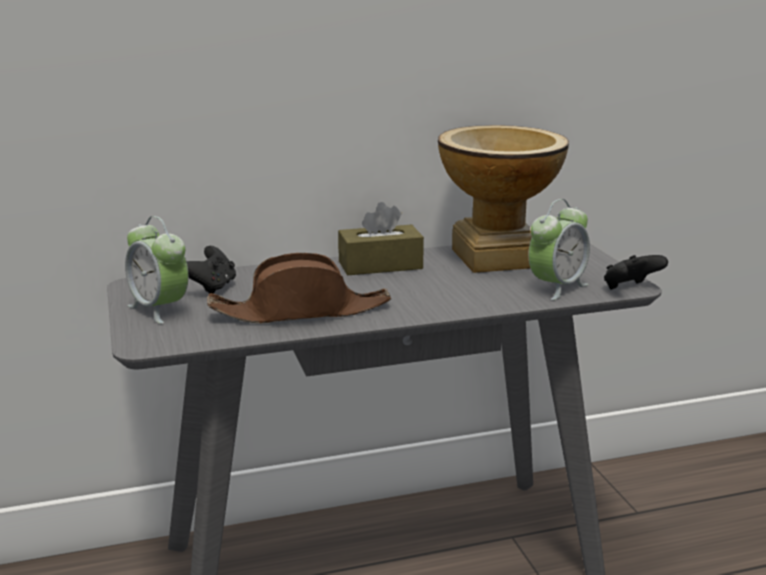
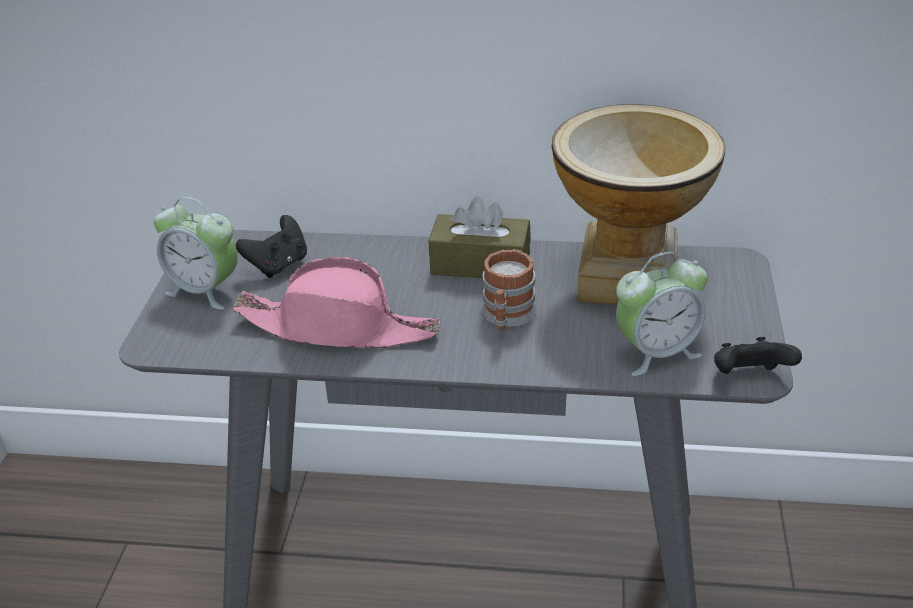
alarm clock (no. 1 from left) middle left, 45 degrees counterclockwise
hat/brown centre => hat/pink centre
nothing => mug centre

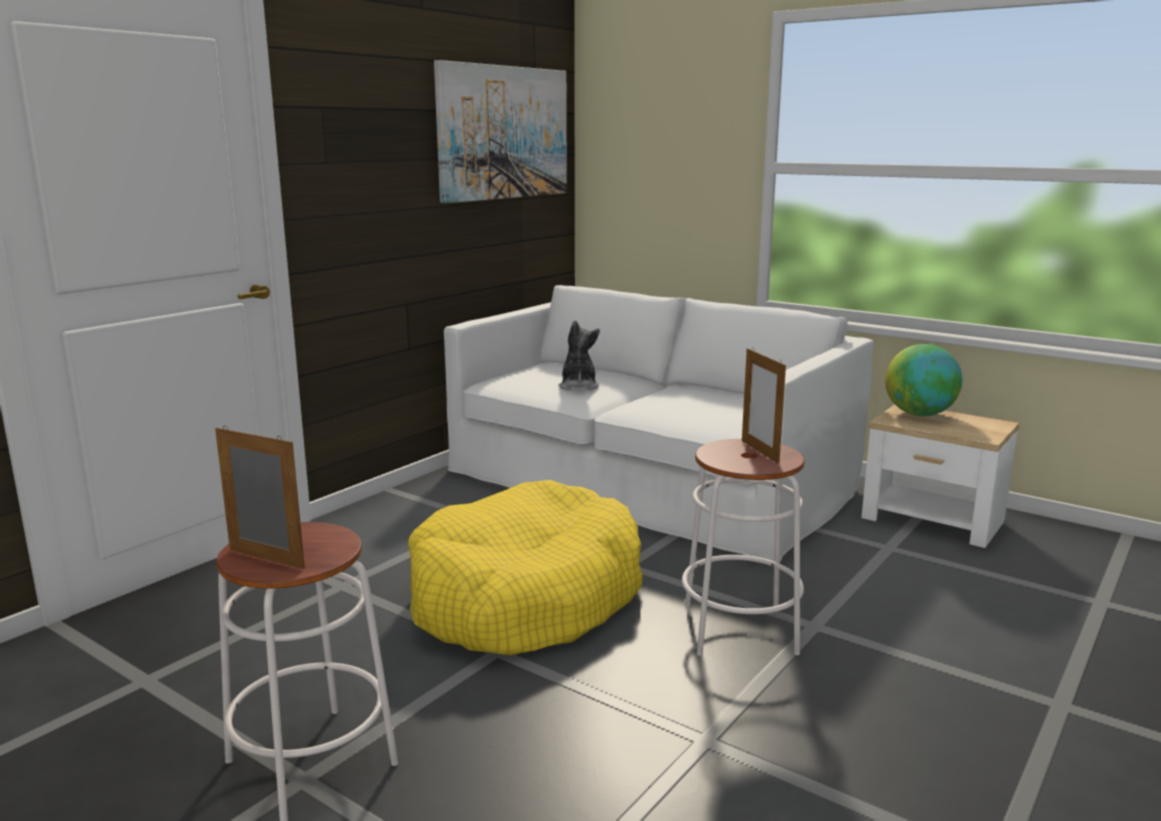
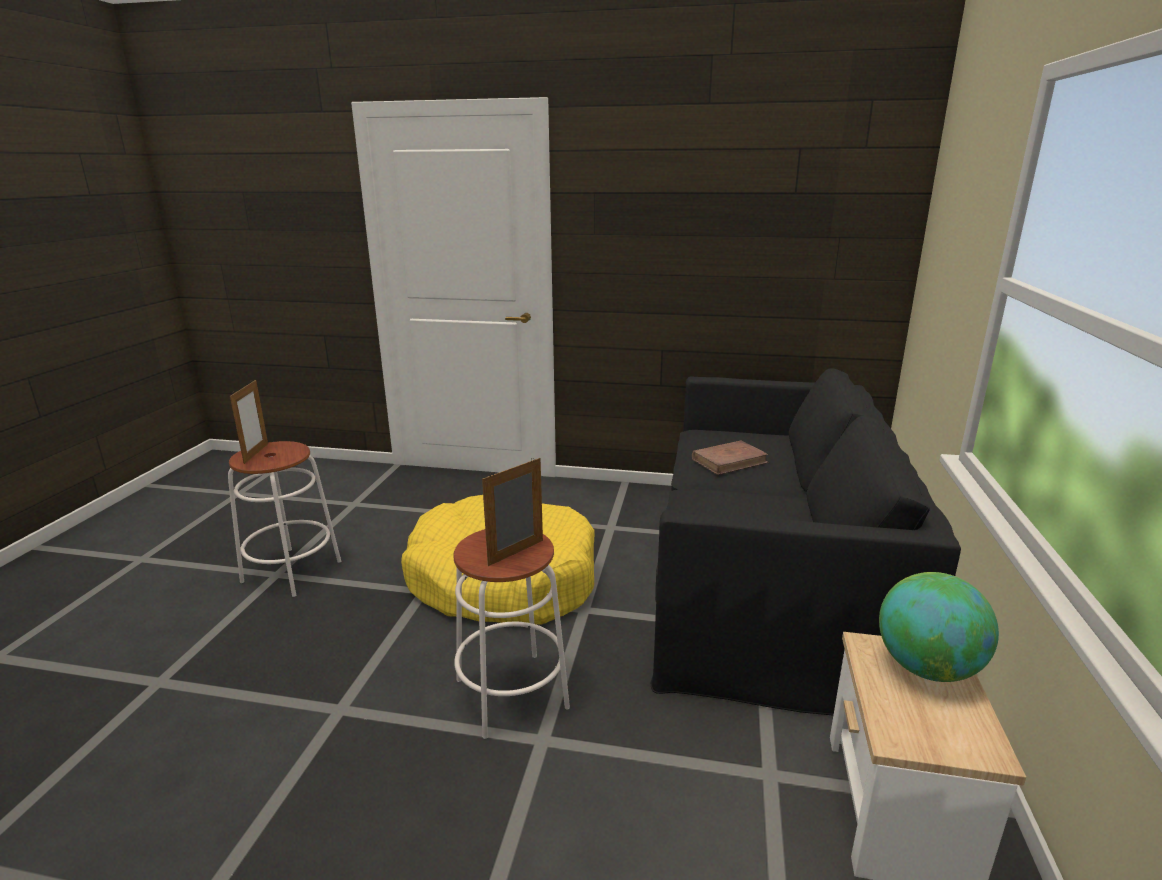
sofa/white centre => sofa/black middle right
plush toy centre => book/brown centre
picture top centre => nothing

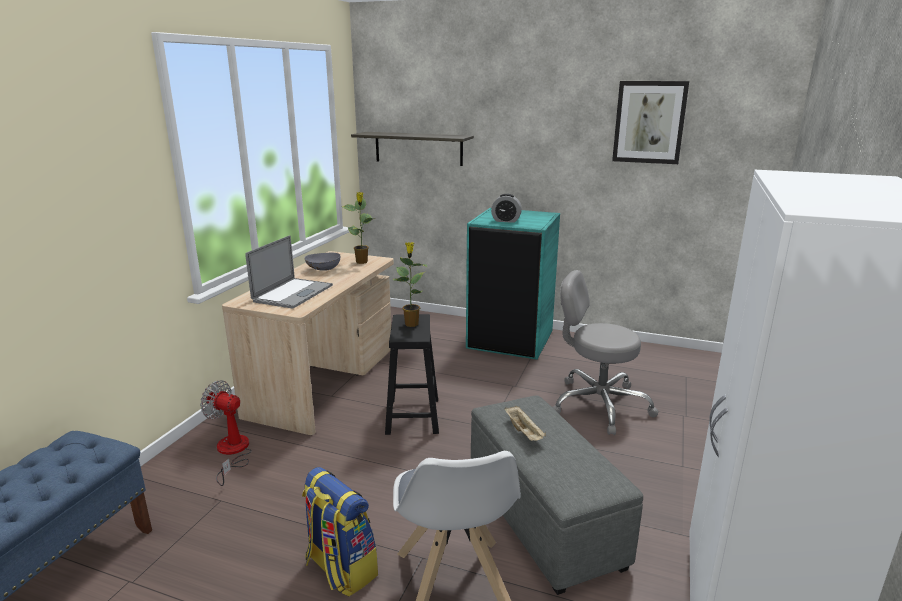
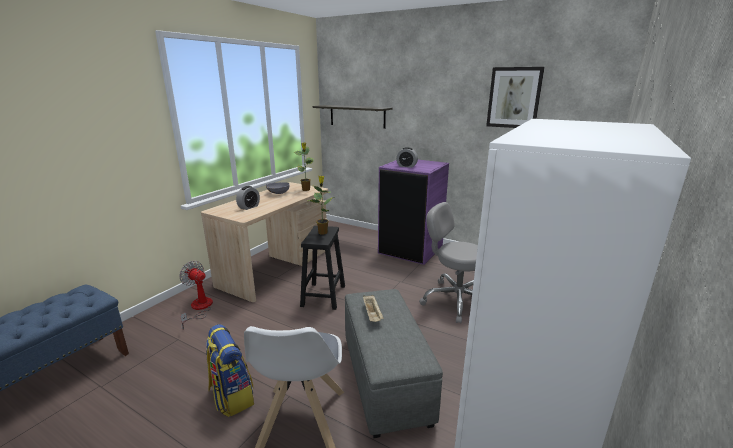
laptop middle left => alarm clock (no. 1 from left) centre
cabinet/turquoise centre => cabinet/purple centre

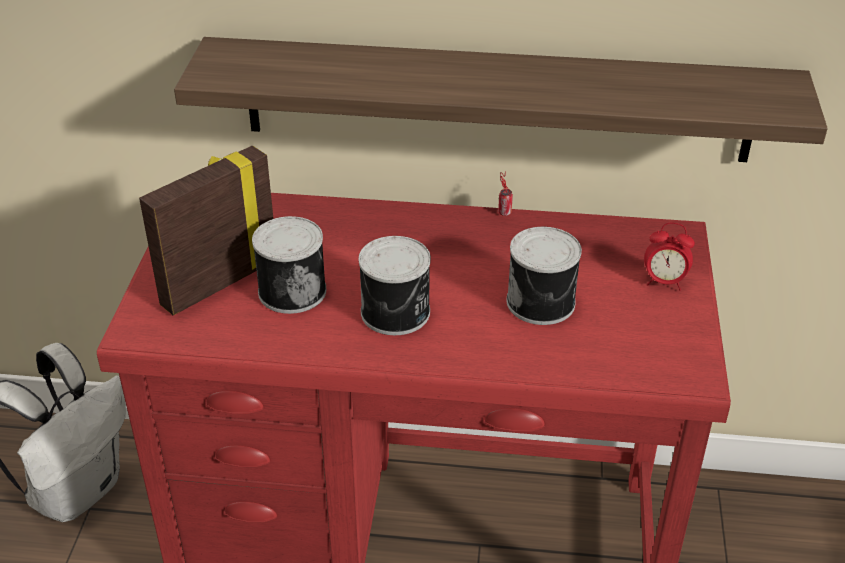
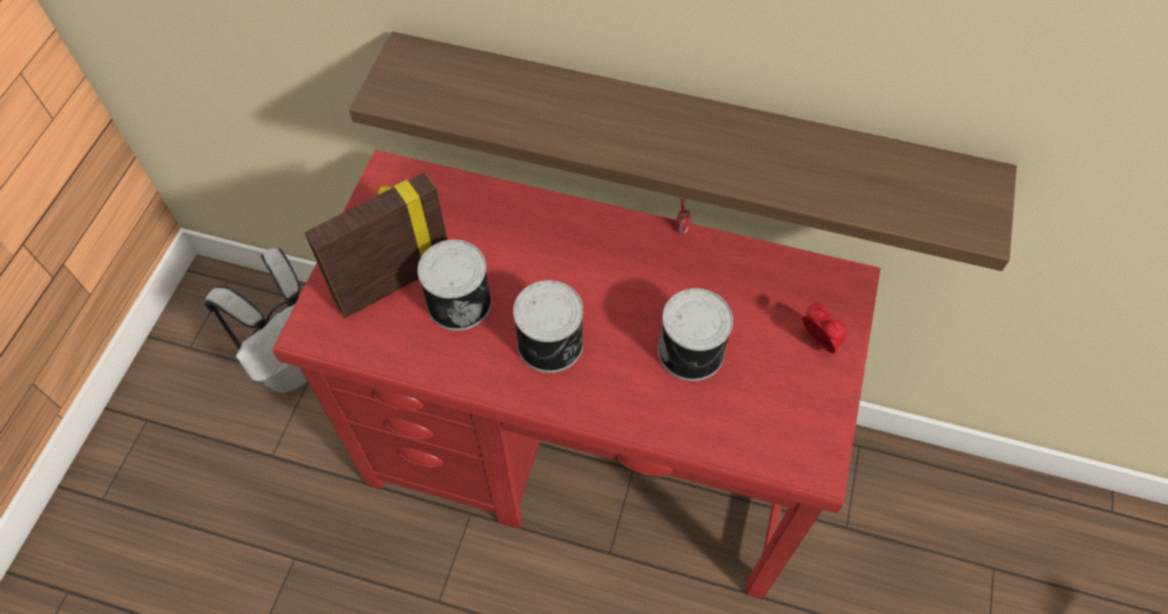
alarm clock middle right, 150 degrees counterclockwise

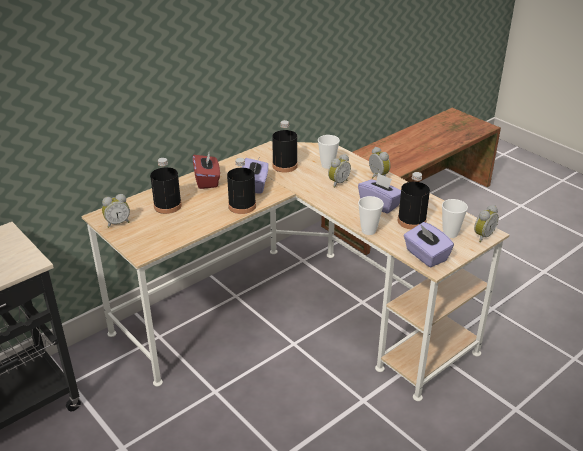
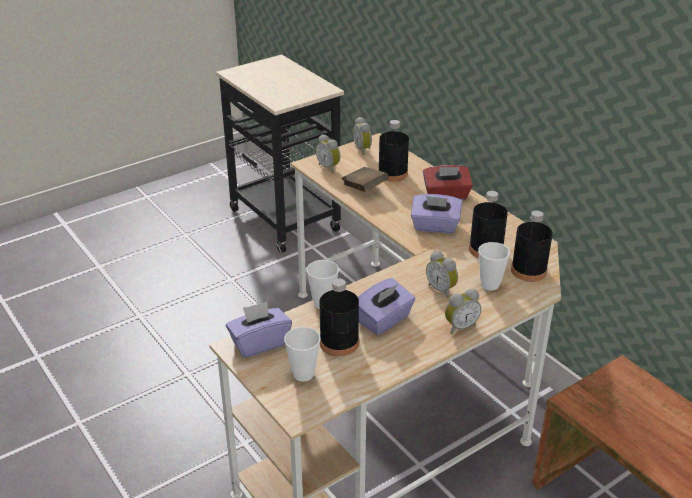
alarm clock (no. 4 from left in the first image) middle right => alarm clock (no. 1 from left) top centre, shifted
nothing => book/brown centre
bottle/black (no. 2 from left in the first image) centre => bottle/black (no. 4 from left) middle right, shifted

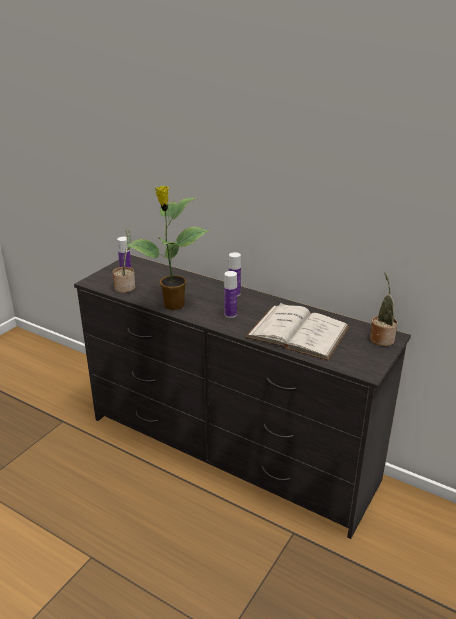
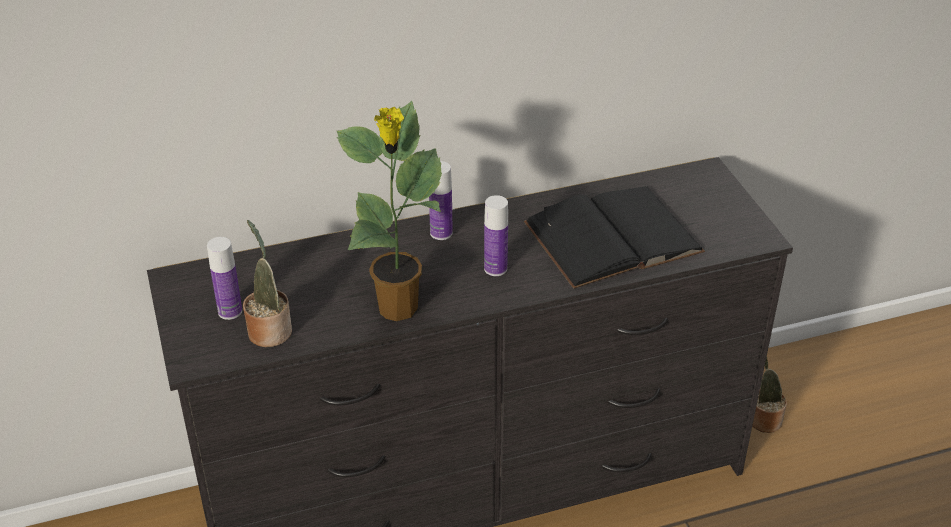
book/white centre => book/black centre
potted plant (no. 3 from left) middle right => potted plant (no. 3 from left) bottom right, shifted

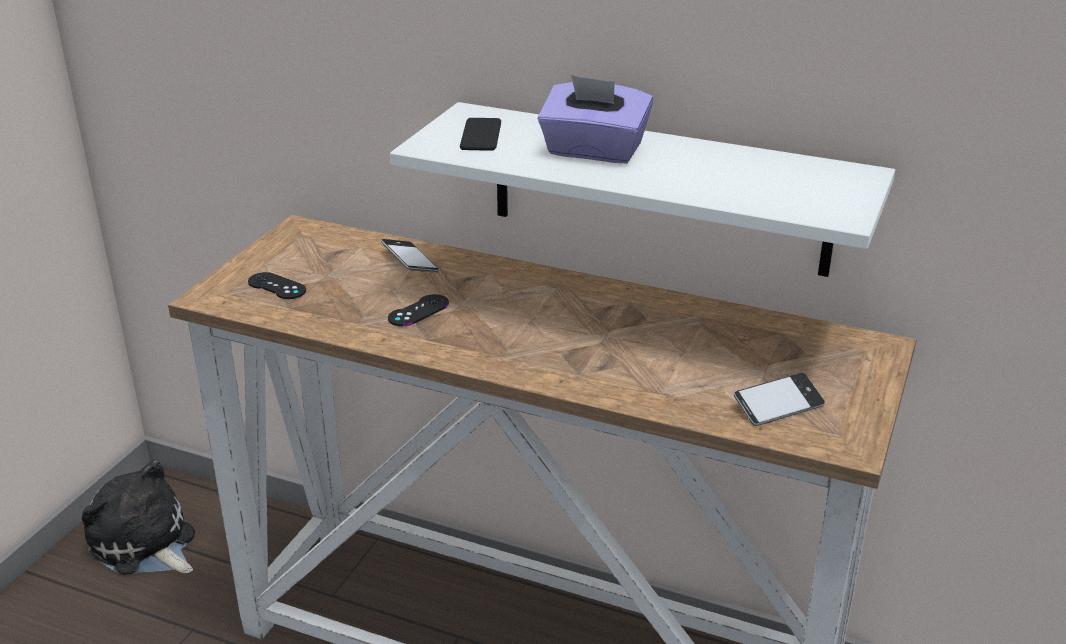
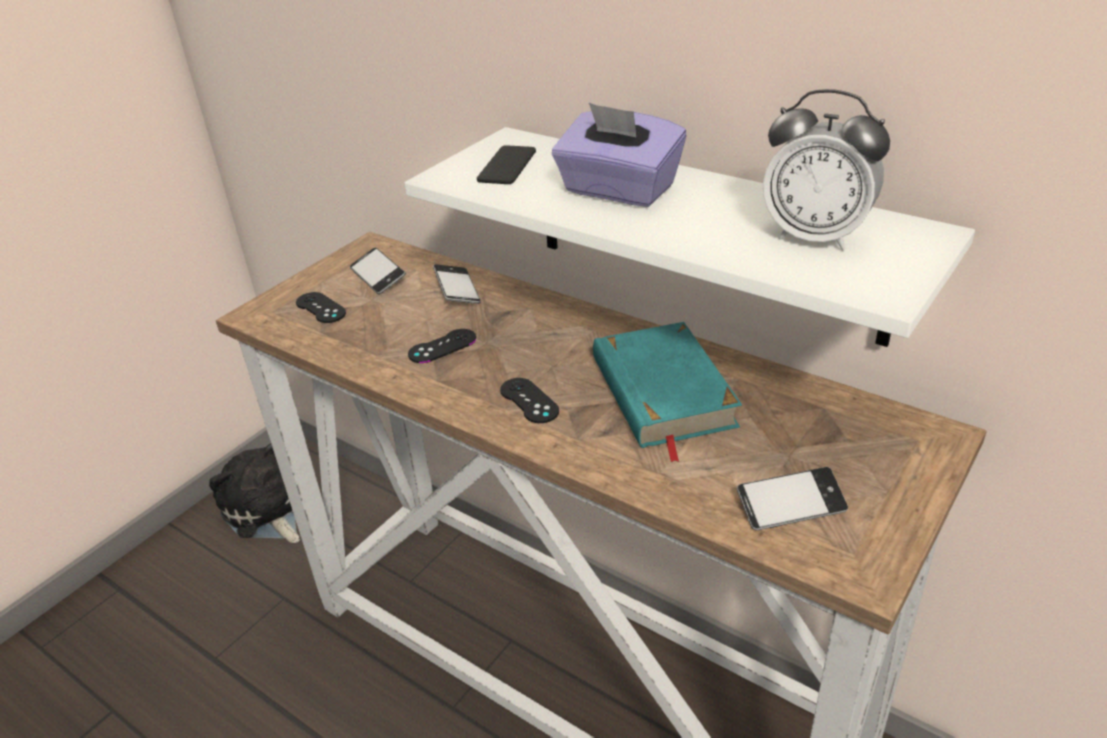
nothing => phone (no. 1 from left) centre
nothing => game controller/black (no. 3 from left) centre
nothing => book/turquoise centre
nothing => alarm clock top right

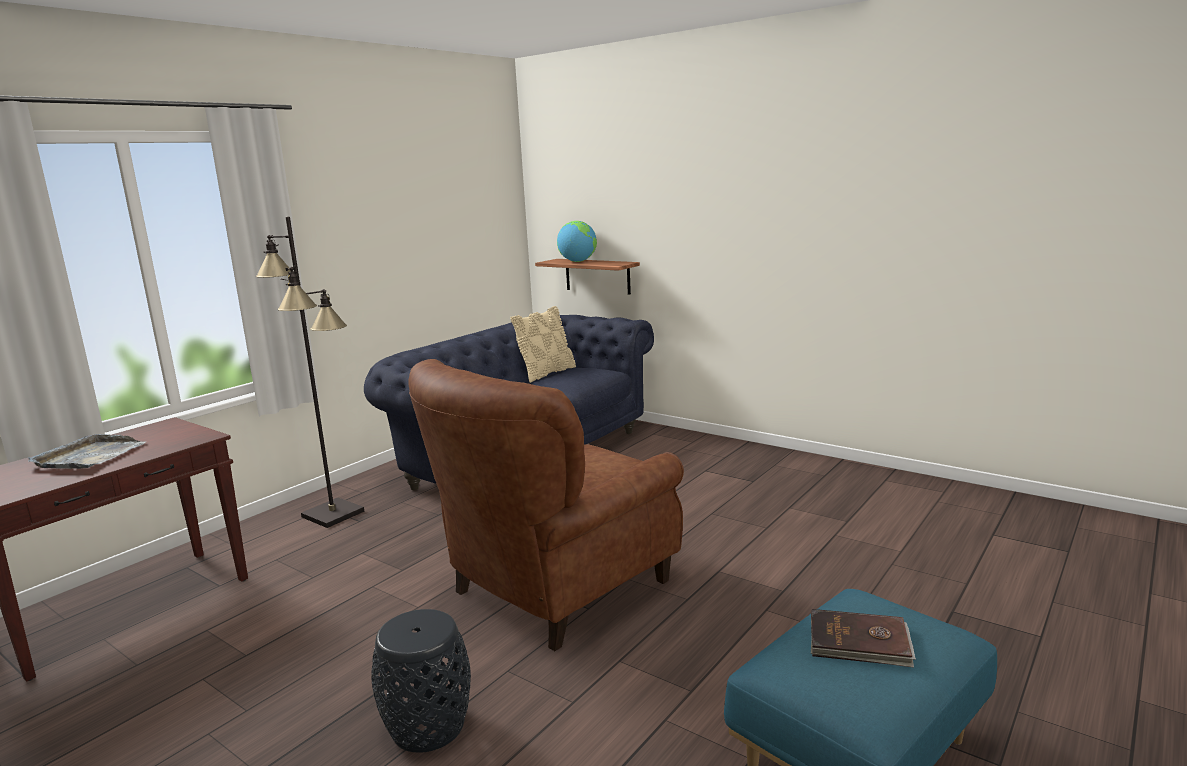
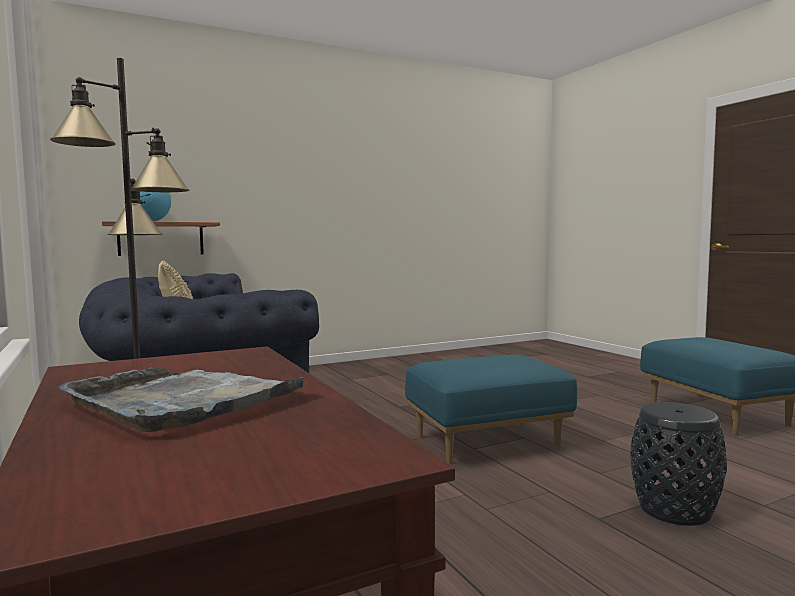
armchair/brown centre => ottoman/blue (no. 1 from left) bottom centre
book/brown bottom right => nothing

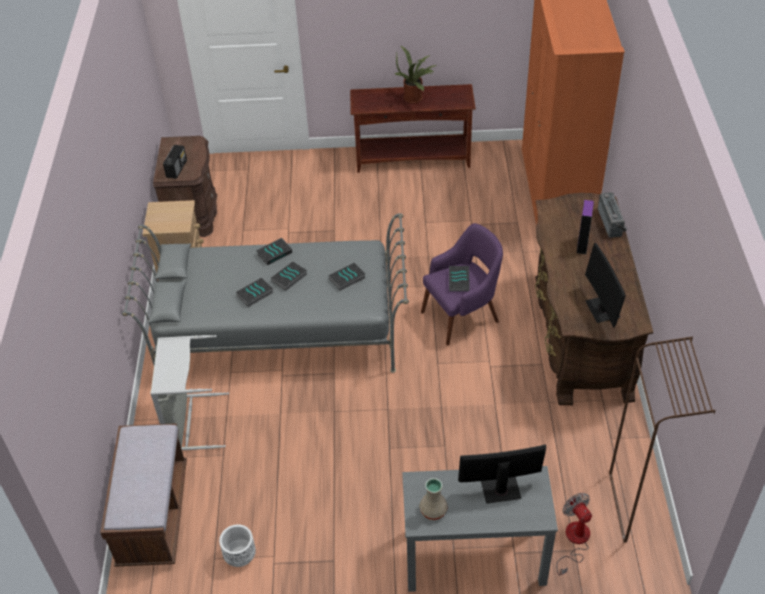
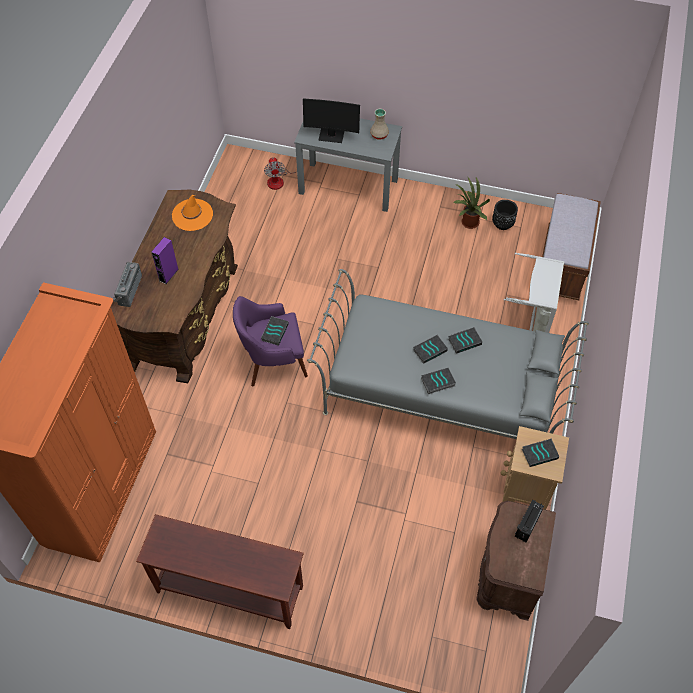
monitor (no. 2 from left) middle right => hat/orange top left
potted plant top centre => potted plant top right, shifted
planter/white bottom left => planter/black top right
book (no. 4 from left in the first image) centre => book (no. 5 from left) middle right, shifted
clothes rack/brown bottom right => nothing

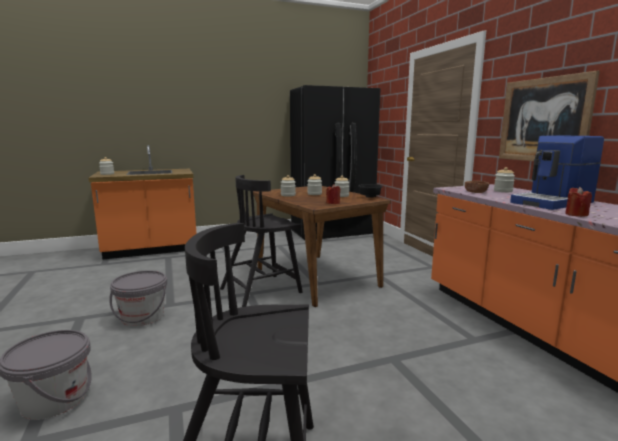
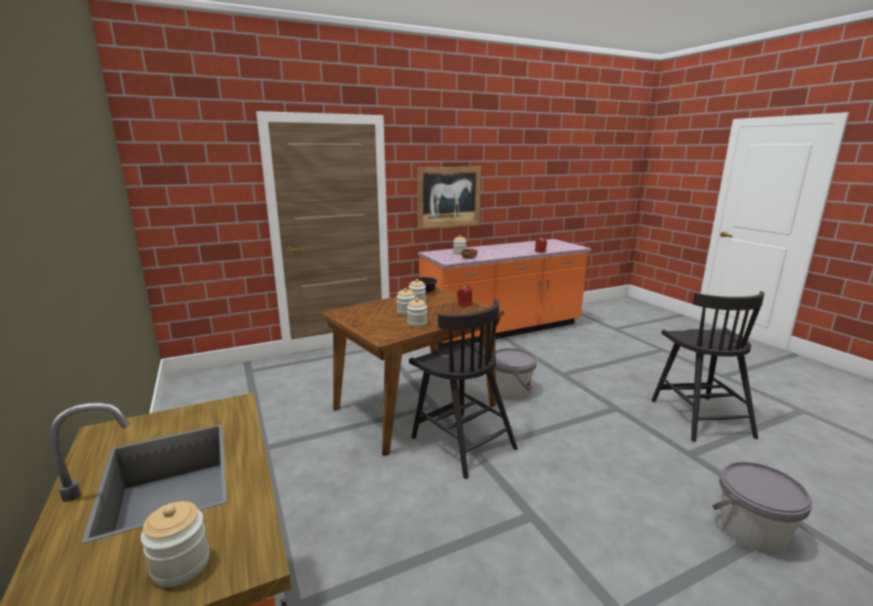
bucket/grey (no. 2 from left in the first image) bottom left => bucket/grey (no. 1 from left) centre, shifted
fridge/black centre => nothing
coffee machine middle right => nothing

